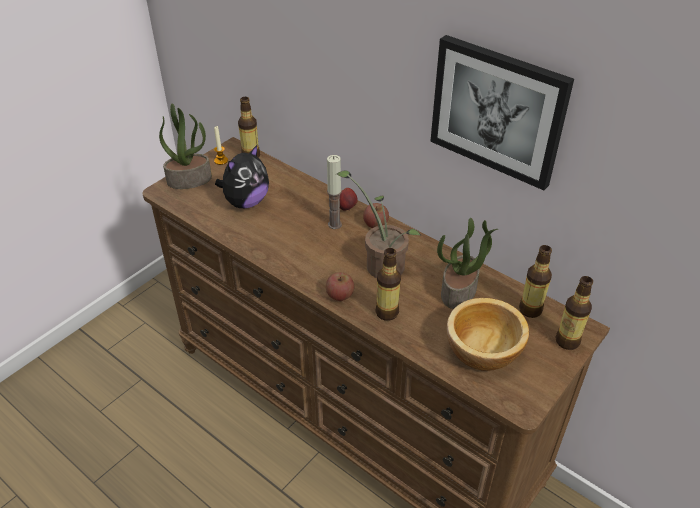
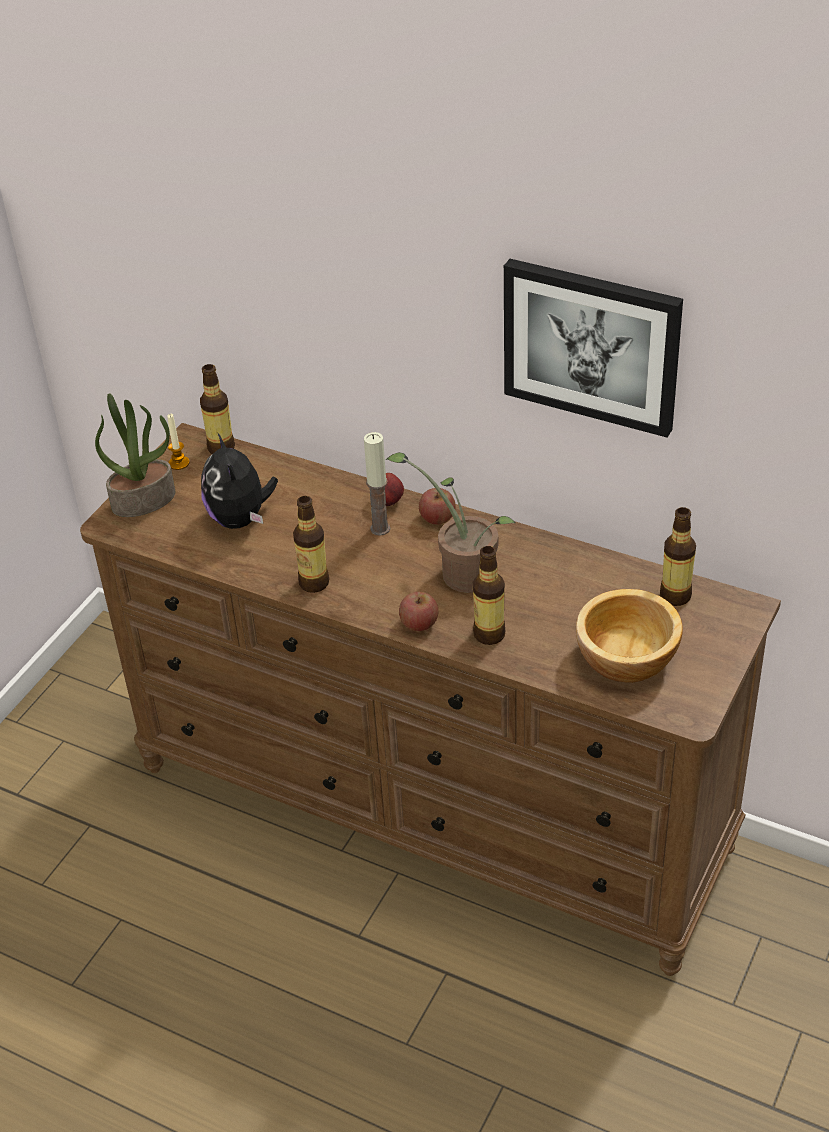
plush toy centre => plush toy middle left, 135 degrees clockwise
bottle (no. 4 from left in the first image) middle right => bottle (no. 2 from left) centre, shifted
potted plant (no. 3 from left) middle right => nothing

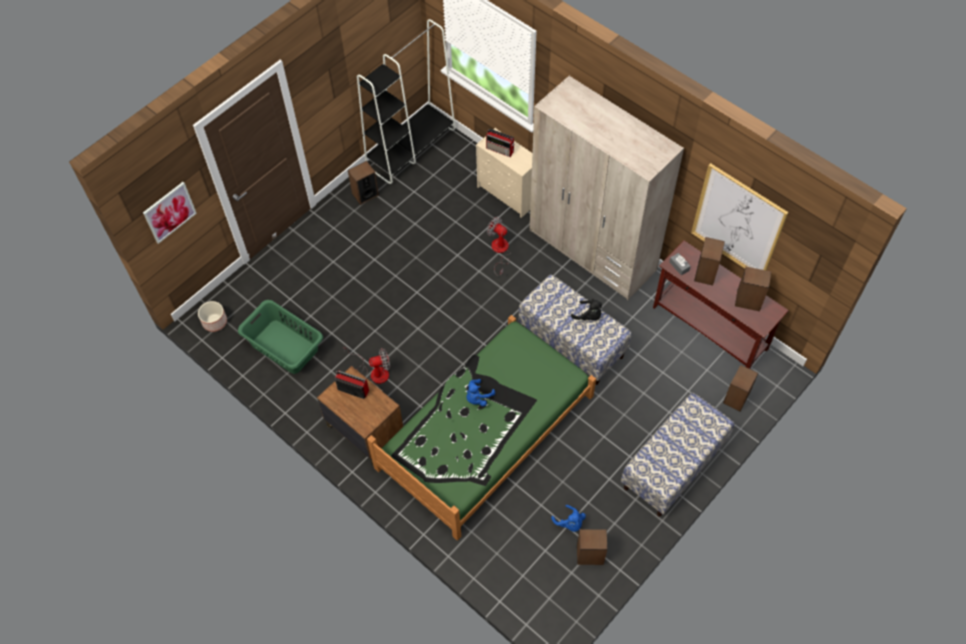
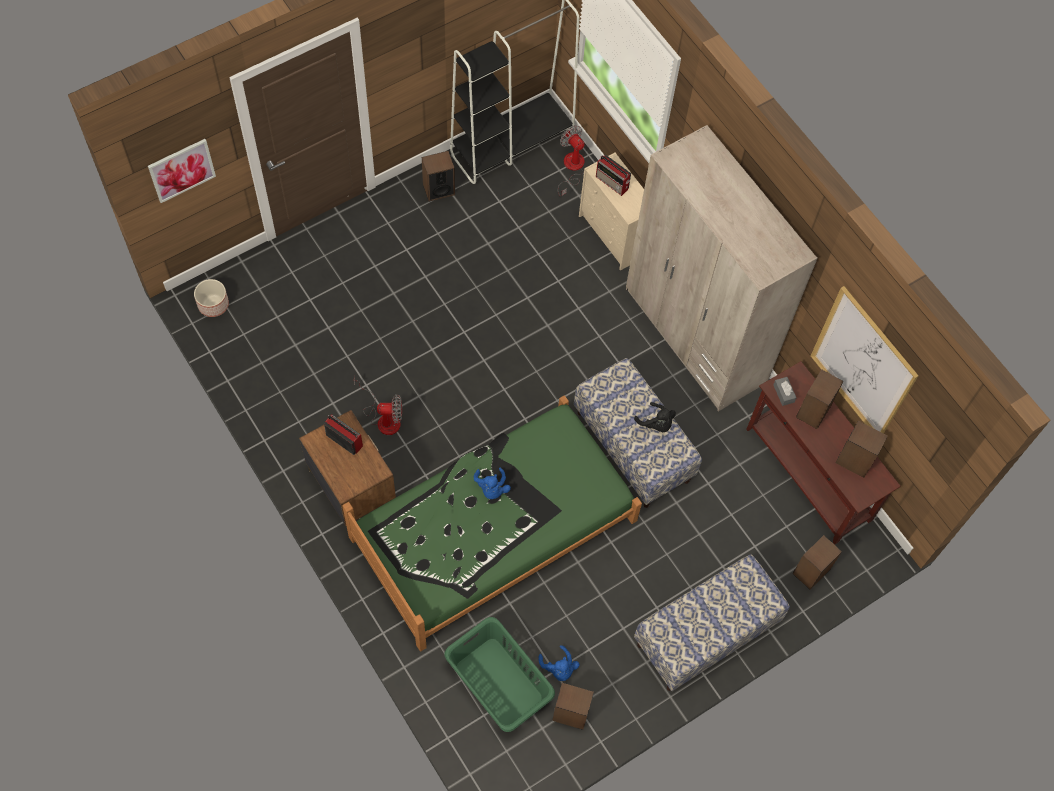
laundry basket/green middle left => laundry basket/green bottom centre, shifted
plush toy/blue (no. 1 from left) centre, 60 degrees counterclockwise
fan (no. 2 from left) centre => fan (no. 2 from left) top centre, shifted

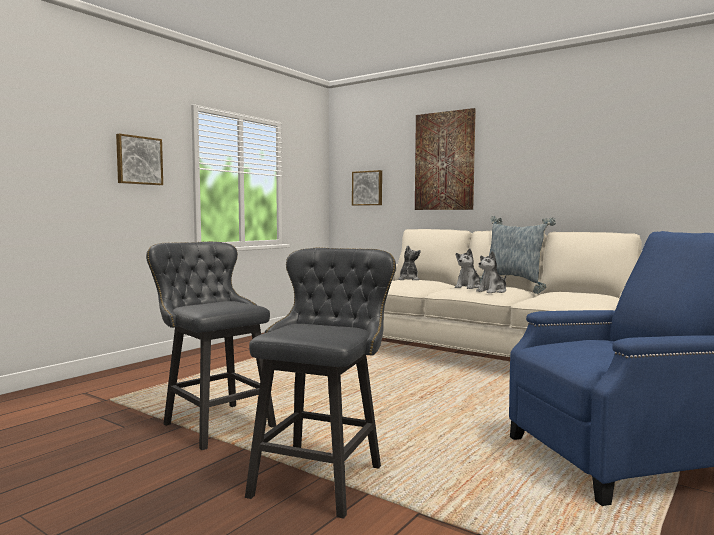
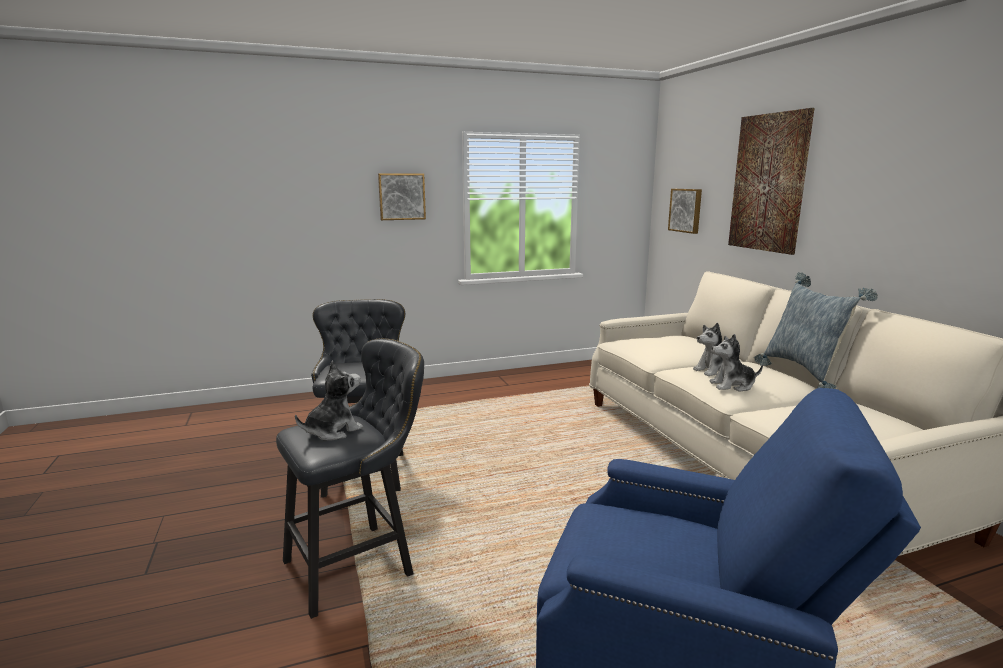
plush toy (no. 1 from left) centre => plush toy (no. 1 from left) middle left, shifted

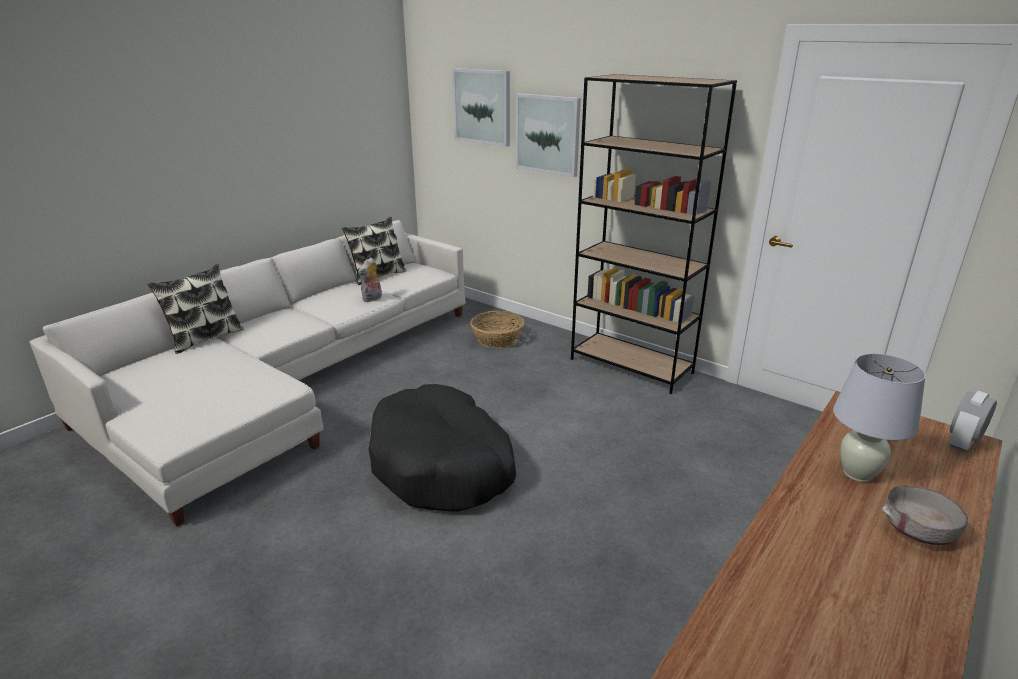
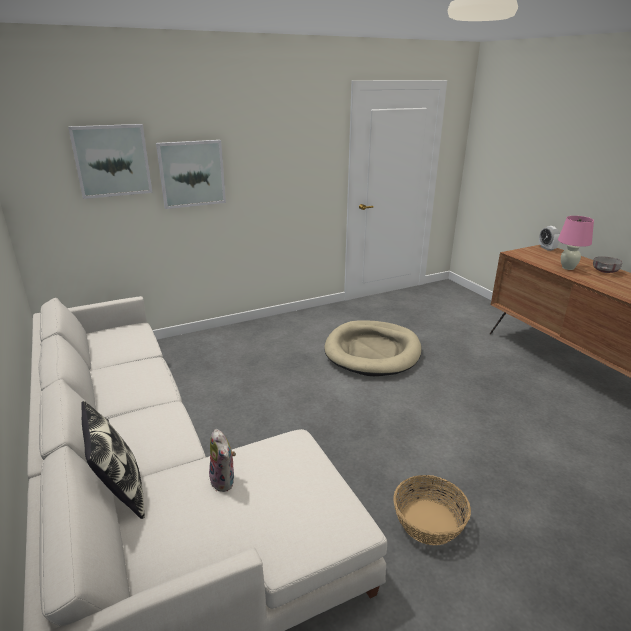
plush toy centre => plush toy bottom centre, shifted
nothing => dog bed/beige centre
basket centre => basket bottom right, shifted
table lamp/white middle right => table lamp/pink middle right
pillow (no. 2 from left) centre => nothing
dog bed/black centre => nothing
bookcase/beige centre => nothing

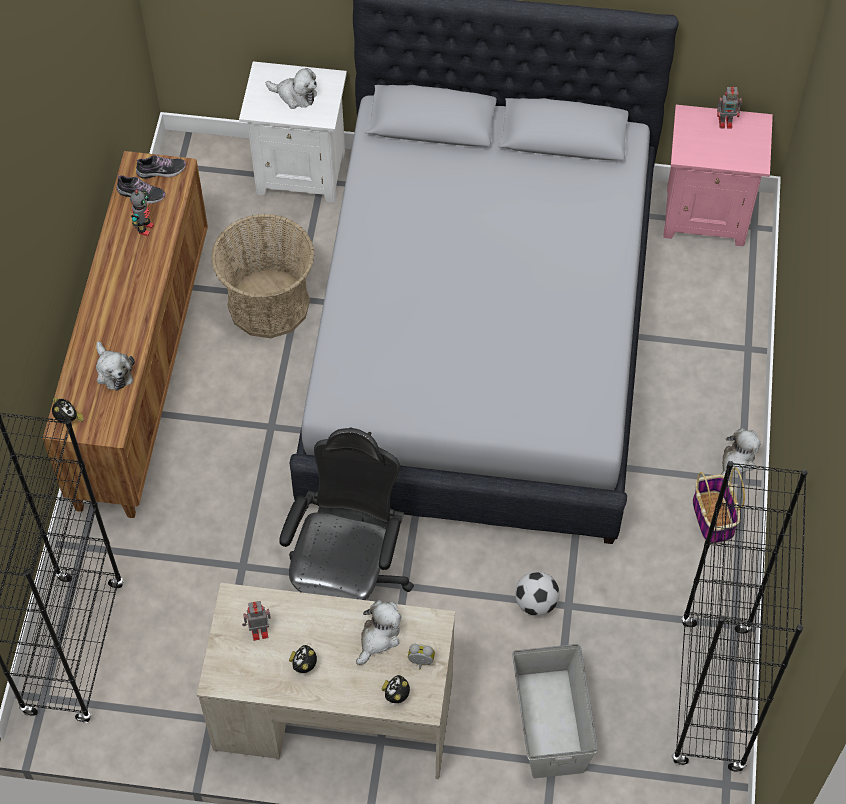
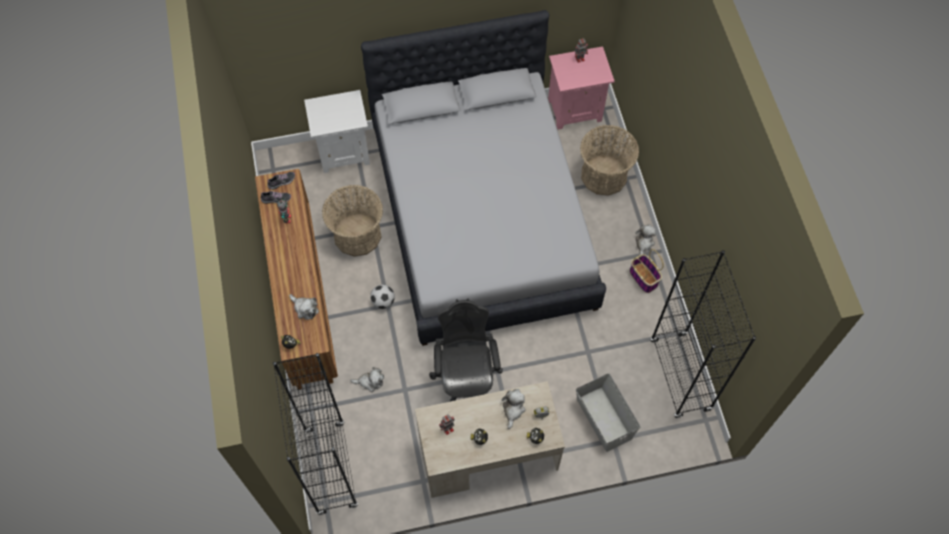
plush toy (no. 2 from left) top centre => plush toy (no. 2 from left) bottom centre, shifted
football bottom centre => football centre, shifted
nothing => basket (no. 2 from left) top centre

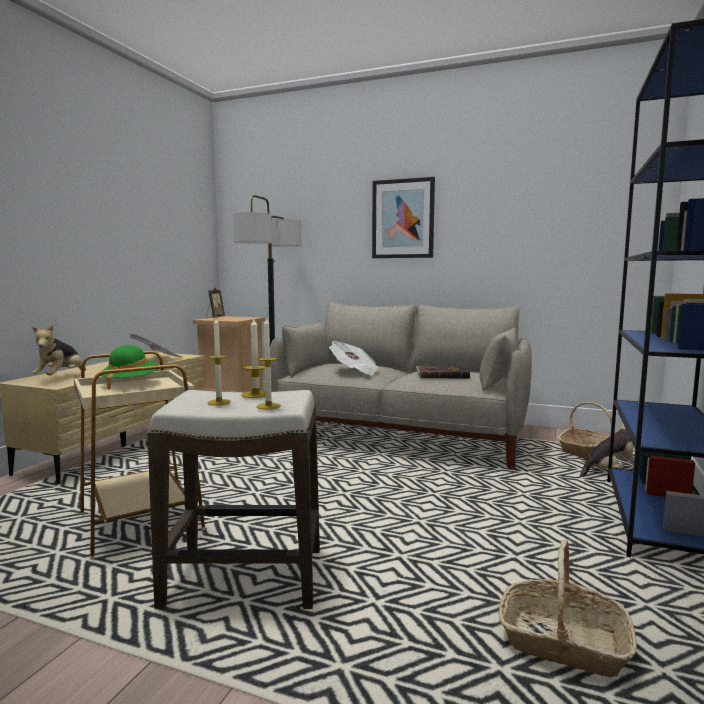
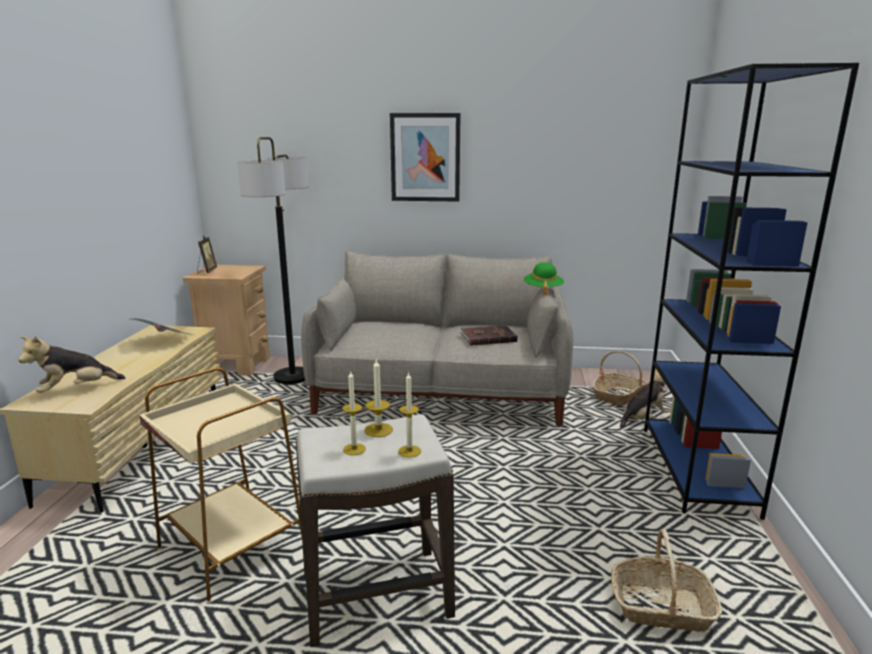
plush toy (no. 1 from left) middle left, 60 degrees clockwise
hat/green middle left => hat/green centre, shifted
newspaper (no. 2 from left) centre => nothing

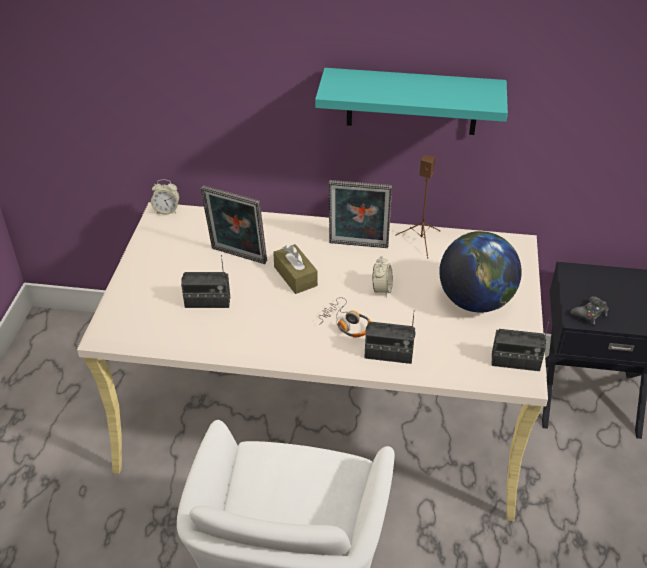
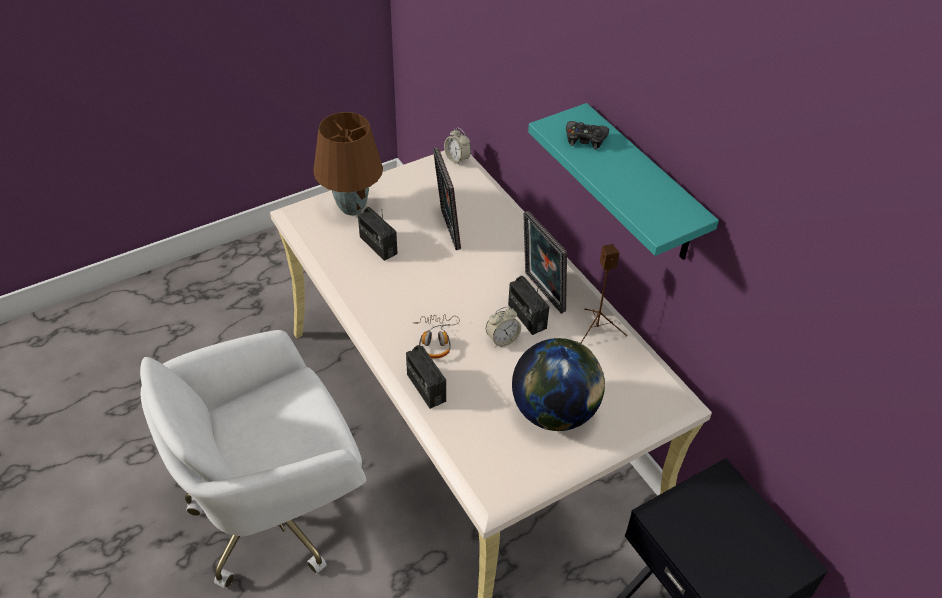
nothing => table lamp/brown top centre
radio (no. 3 from left) middle right => radio (no. 3 from left) centre, shifted
game controller/black middle right => game controller/black top centre, shifted
tissue box/brown centre => nothing

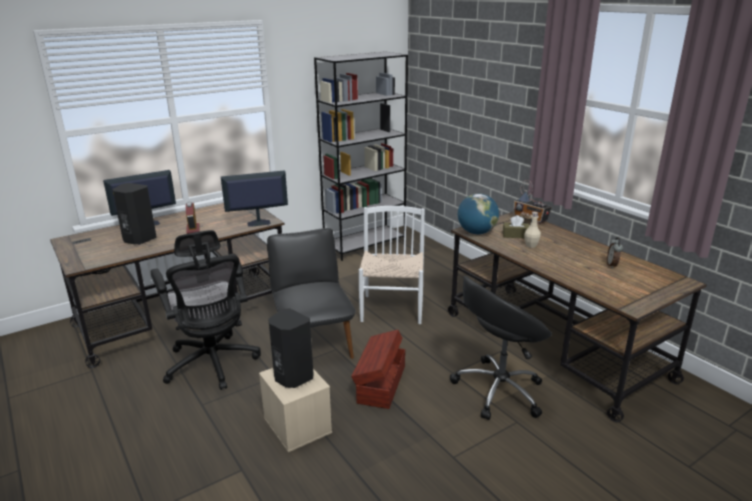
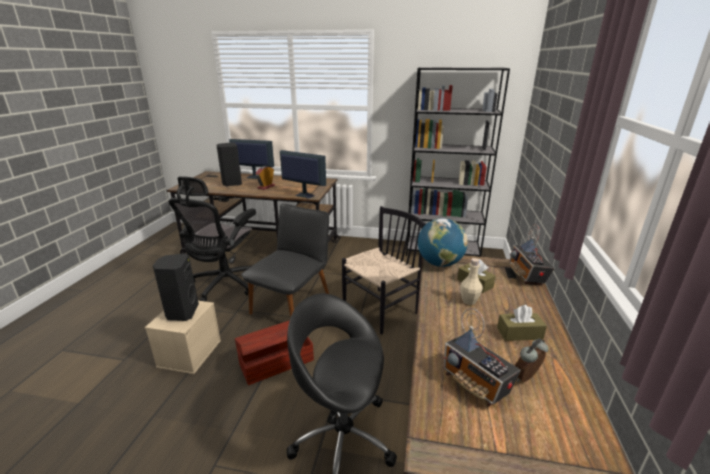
chair/white centre => chair/black (no. 2 from left) centre
nothing => radio (no. 1 from left) bottom right
nothing => tissue box/brown (no. 2 from left) bottom right

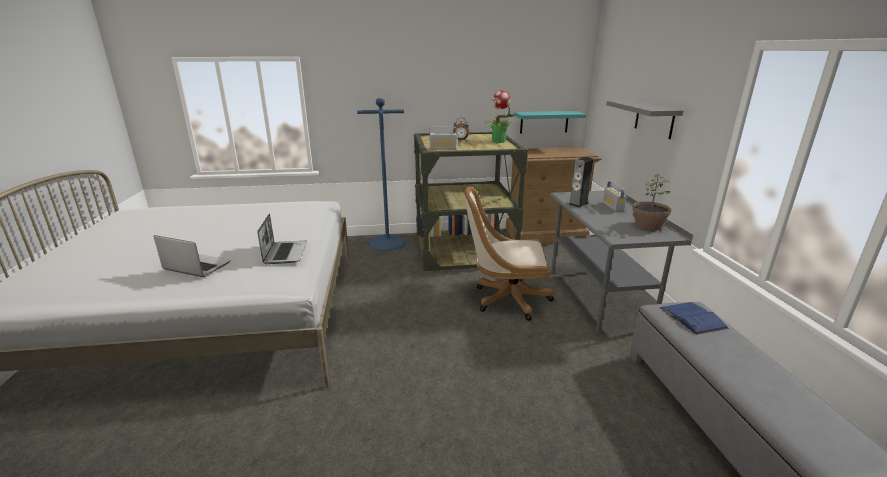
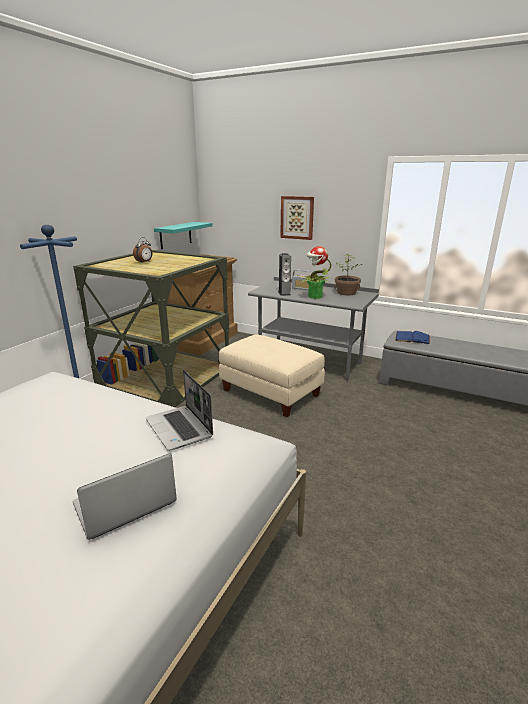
laptop (no. 2 from left) middle left => laptop (no. 2 from left) centre, 150 degrees counterclockwise
office chair centre => ottoman/beige centre
shelf/grey top right => picture top centre
potted plant (no. 1 from left) top centre => potted plant (no. 1 from left) centre, shifted
radio (no. 1 from left) top centre => nothing

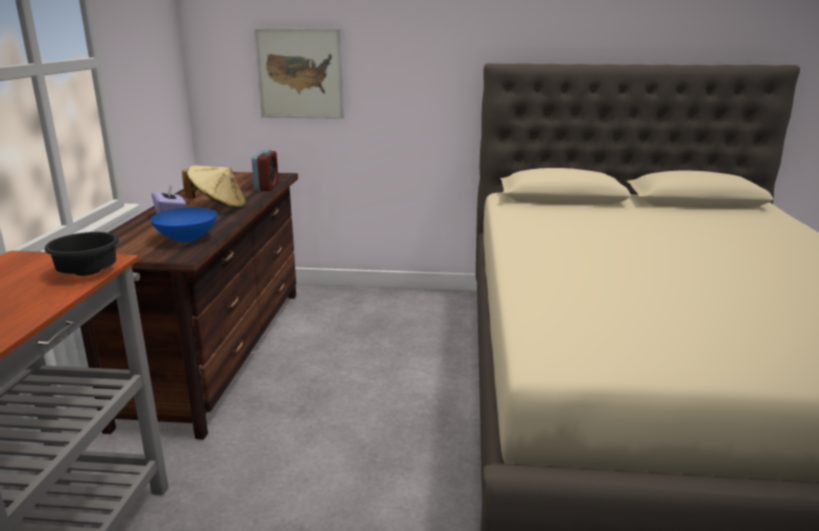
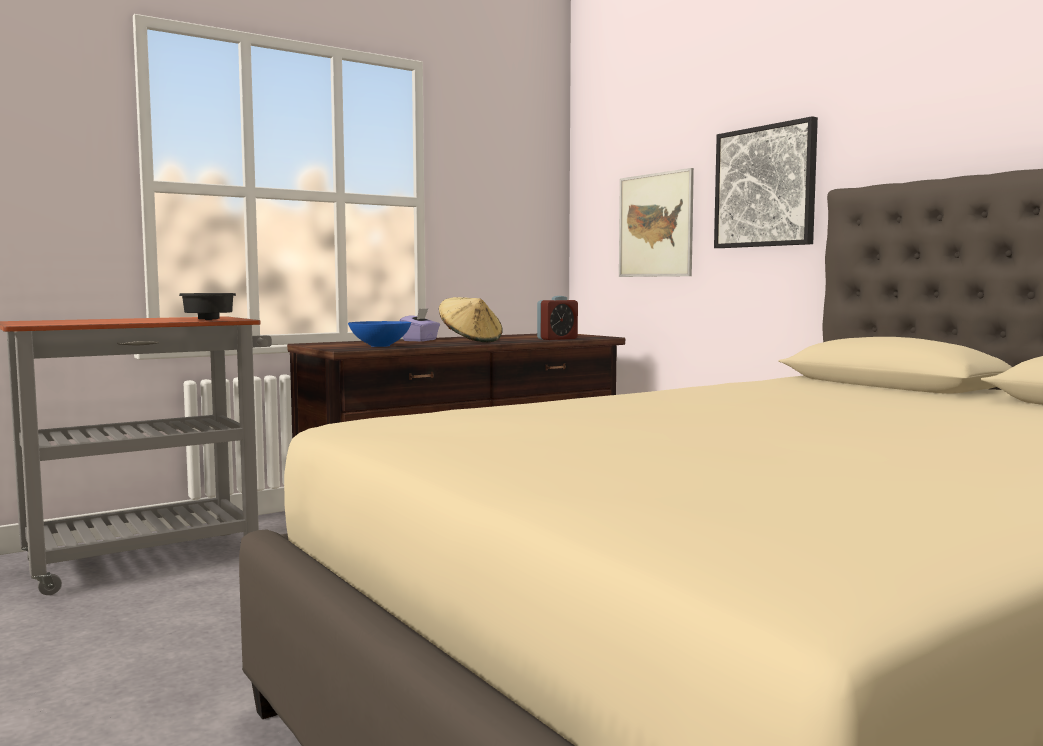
nothing => picture (no. 2 from left) top right

